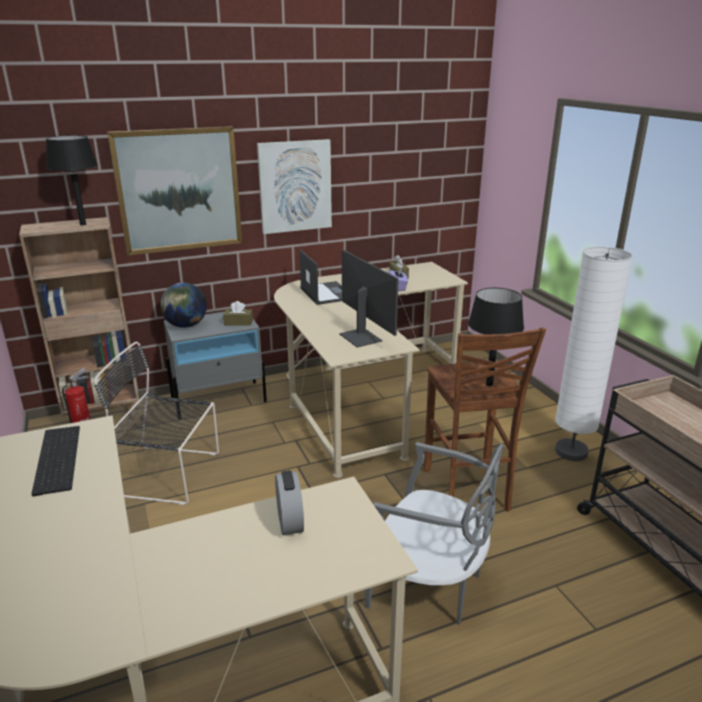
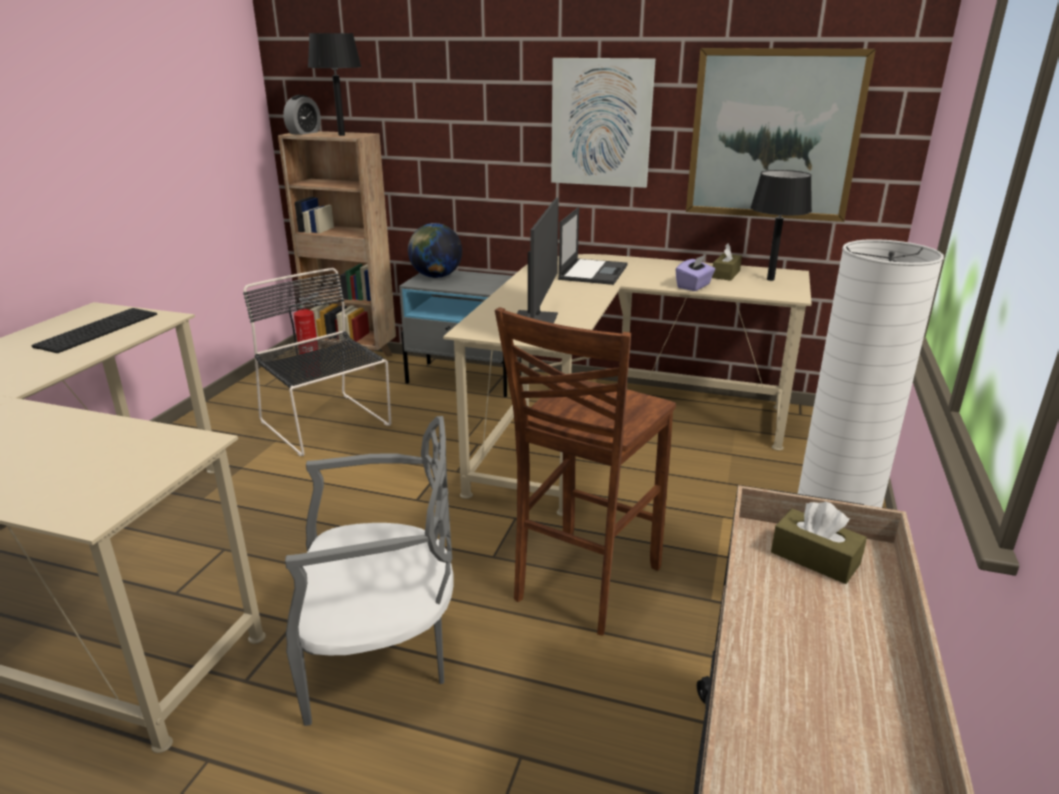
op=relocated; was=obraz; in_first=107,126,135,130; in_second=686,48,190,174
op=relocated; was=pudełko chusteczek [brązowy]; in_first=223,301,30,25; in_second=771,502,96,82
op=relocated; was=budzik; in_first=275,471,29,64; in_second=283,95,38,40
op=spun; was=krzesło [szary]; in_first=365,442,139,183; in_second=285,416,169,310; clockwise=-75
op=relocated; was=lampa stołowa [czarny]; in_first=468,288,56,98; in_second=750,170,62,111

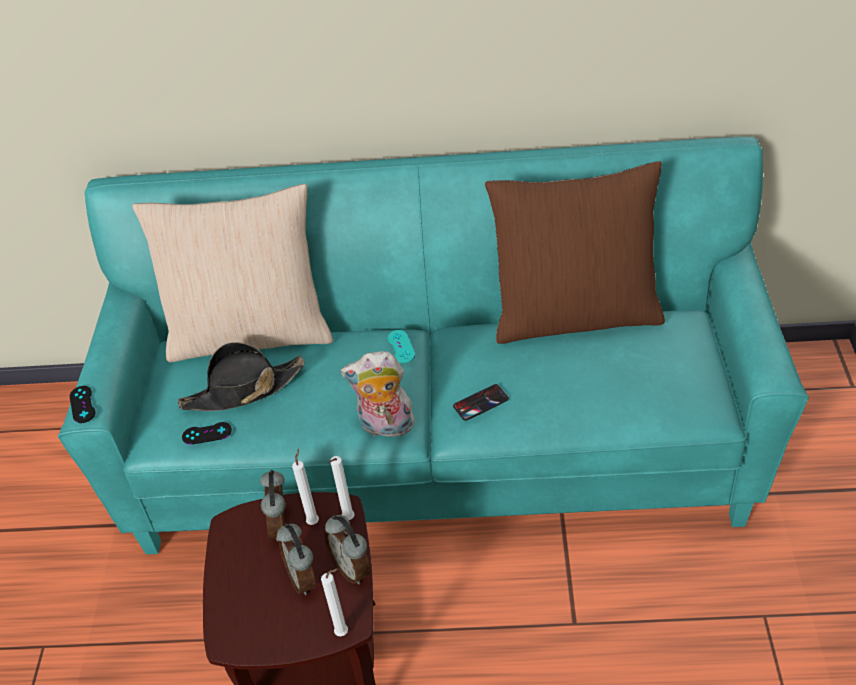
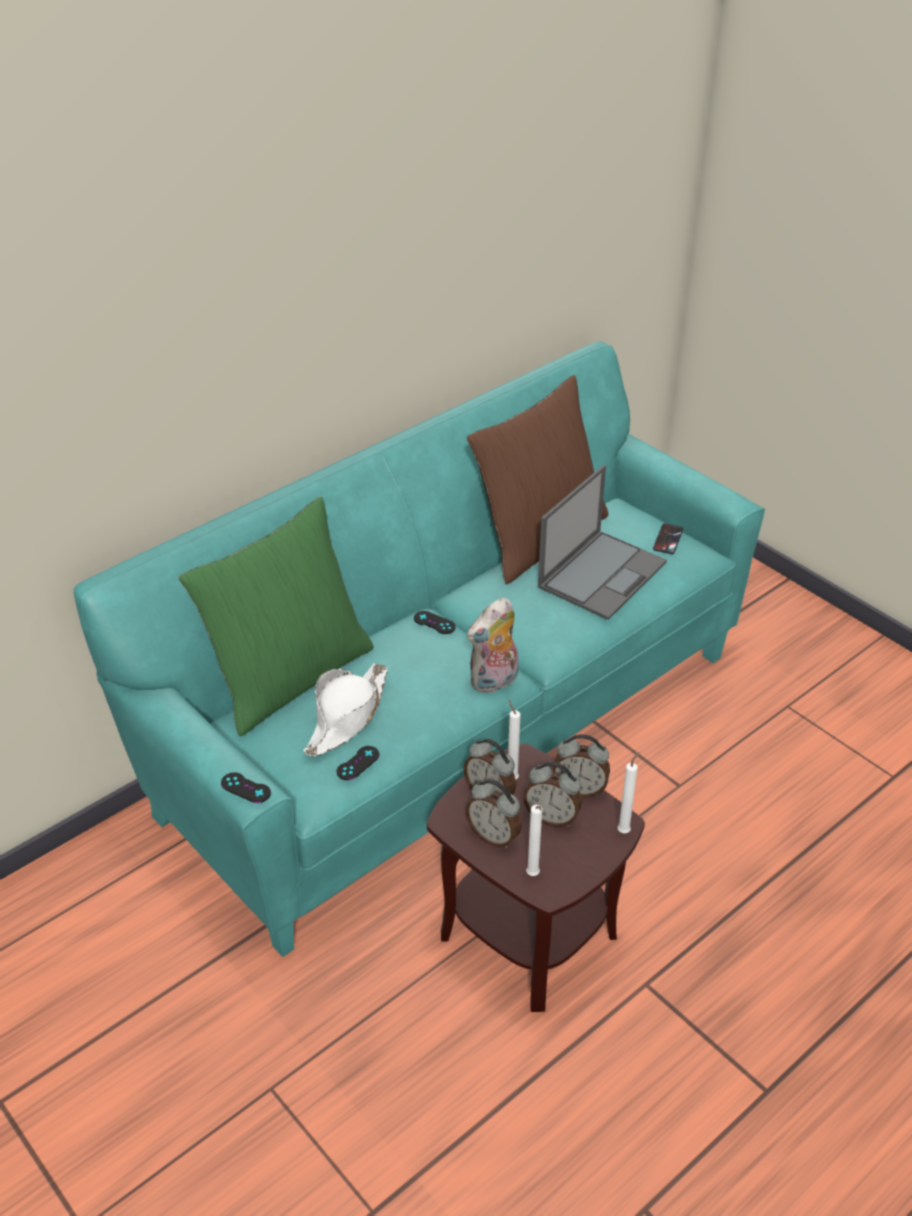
op=colour; was=poduszka [beżowy]; now=poduszka [zielony]; in_first=132,184,201,178; in_second=178,496,195,240
op=colour; was=kapelusz [czarny]; now=kapelusz [biały]; in_first=178,342,127,69; in_second=304,663,84,94
op=relocated; was=świeca [biały]; in_first=329,456,26,64; in_second=526,805,16,71
op=colour; was=pad do gier [turkusowy]; now=pad do gier [czarny]; in_first=388,330,27,33; in_second=414,611,42,23
op=relocated; was=telefon; in_first=453,384,56,37; in_second=653,523,31,31
op=appeared; now=budzik; in_second=466,780,56,68
op=appeared; now=laptop; in_second=538,465,129,155

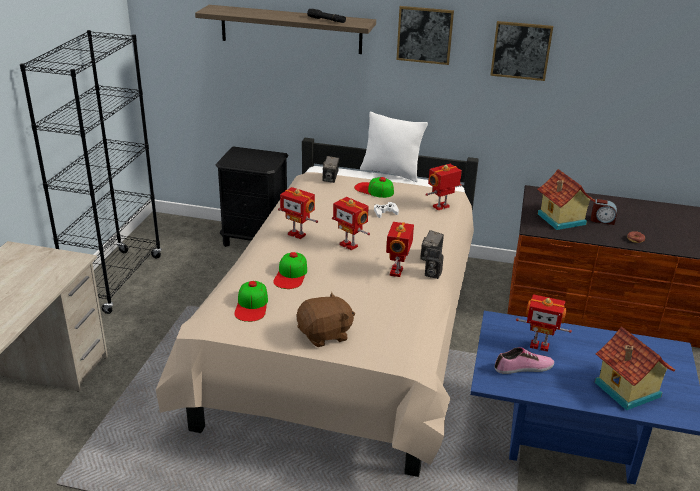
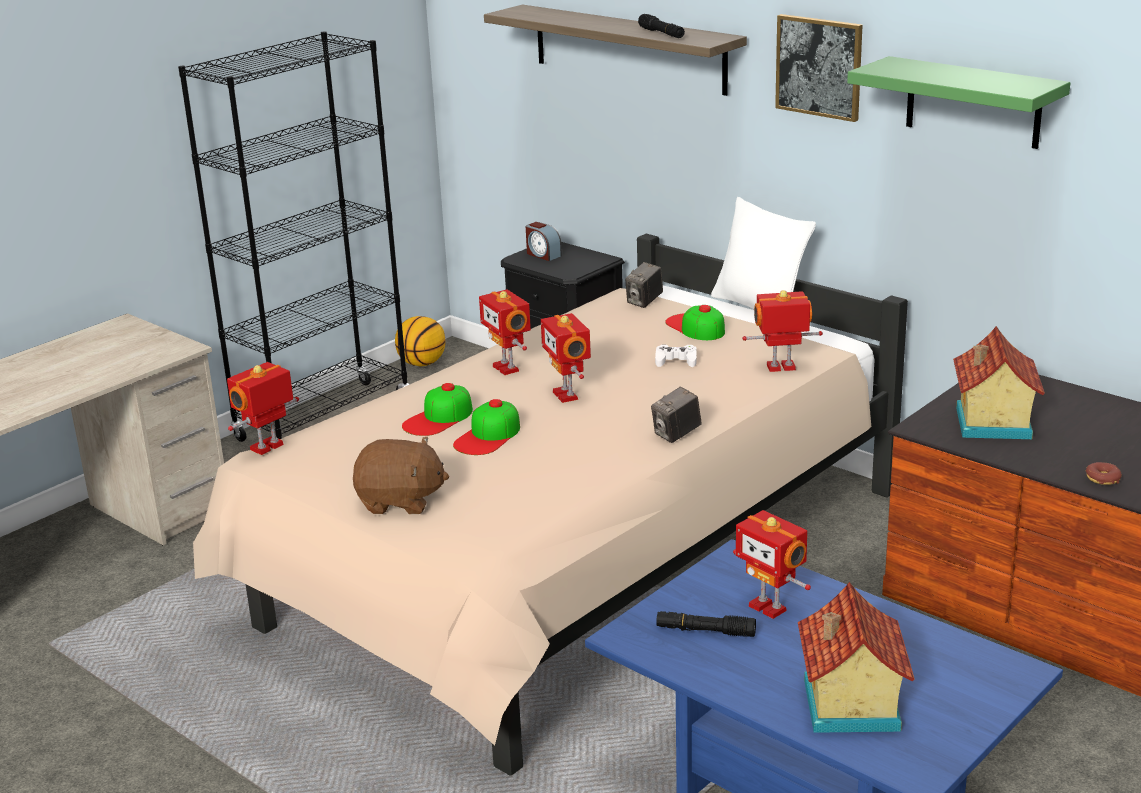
op=relocated; was=czapka z daszkiem; in_first=234,281,34,41; in_second=453,399,67,56
op=relocated; was=robot zabawkowy; in_first=386,222,28,55; in_second=227,362,72,93
op=missing; was=aparat fotograficzny; in_first=425,246,19,33
op=exchanged; was=obraz; now=półka [zielony]; in_first=490,21,63,60; in_second=847,56,223,93
op=exchanged; was=but; now=latarka [czarny]; in_first=495,347,59,27; in_second=656,611,100,26
op=relocated; was=budzik; in_first=591,199,26,26; in_second=526,222,36,39
op=appeared; now=piłka do koszykówki; in_second=395,316,50,51

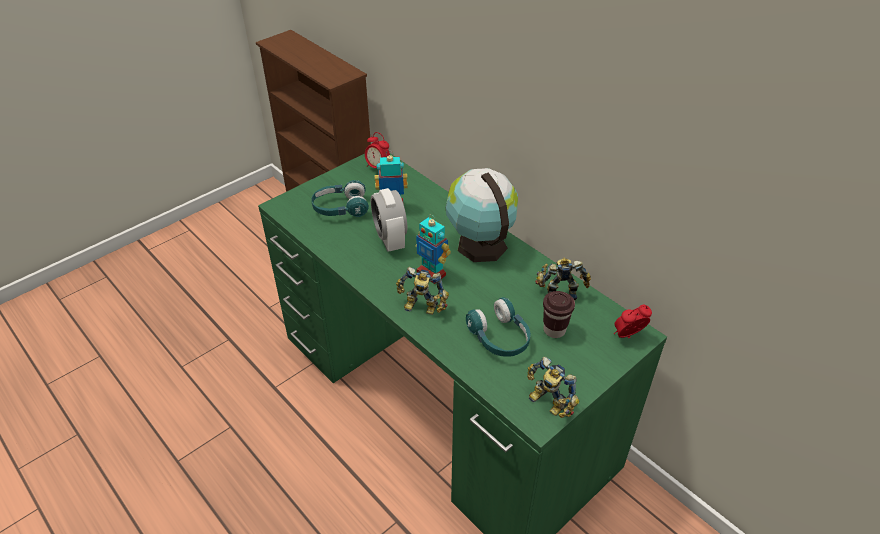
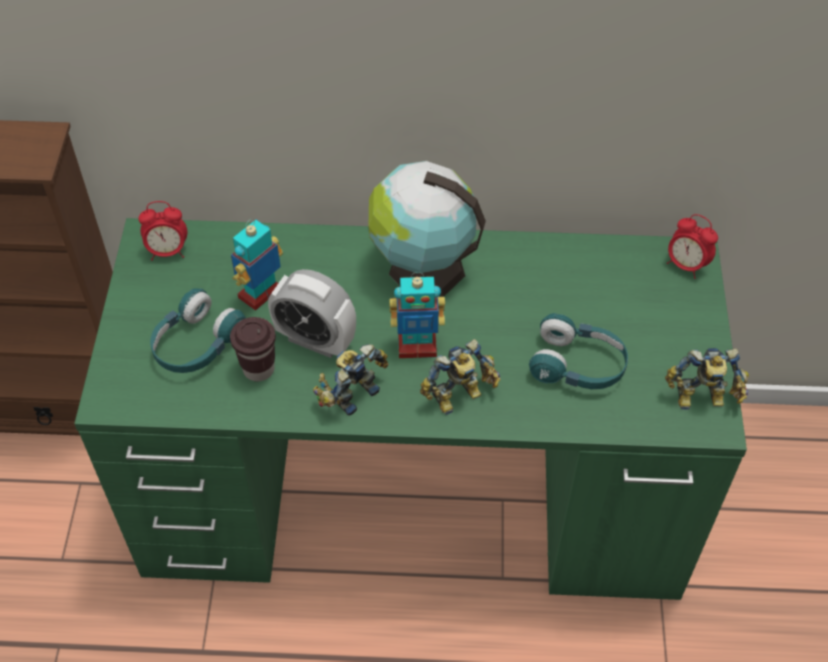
op=relocated; was=robot zabawkowy; in_first=535,258,56,42; in_second=313,344,75,71
op=relocated; was=filiżanka [brązowy]; in_first=543,291,32,47; in_second=230,317,46,64
op=spun; was=budzik; in_first=614,305,38,33; in_second=667,214,51,65; clockwise=-75

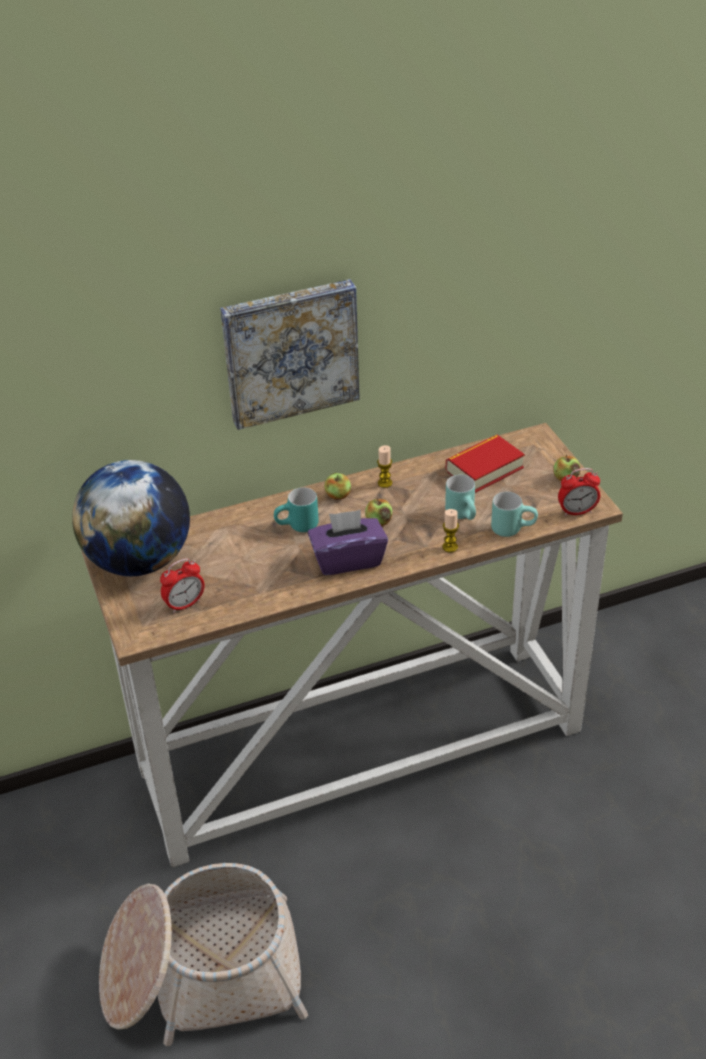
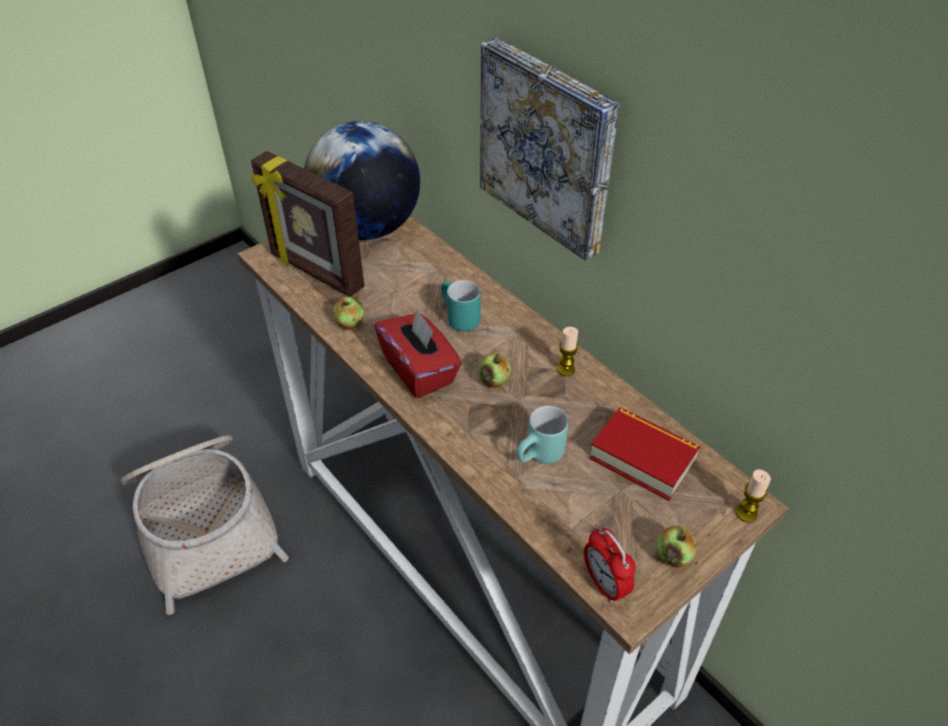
op=exchanged; was=budzik; now=ramka na zdjęcie; in_first=160,558,45,55; in_second=251,151,113,146
op=colour; was=pudełko chusteczek [fioletowy]; now=pudełko chusteczek [czerwony]; in_first=308,510,80,65; in_second=375,309,87,89
op=relocated; was=jabłko; in_first=324,473,27,27; in_second=333,297,31,32
op=relocated; was=świeca; in_first=442,509,17,43; in_second=736,469,35,54
op=missing; was=kubek [turkusowy]; in_first=491,492,47,45

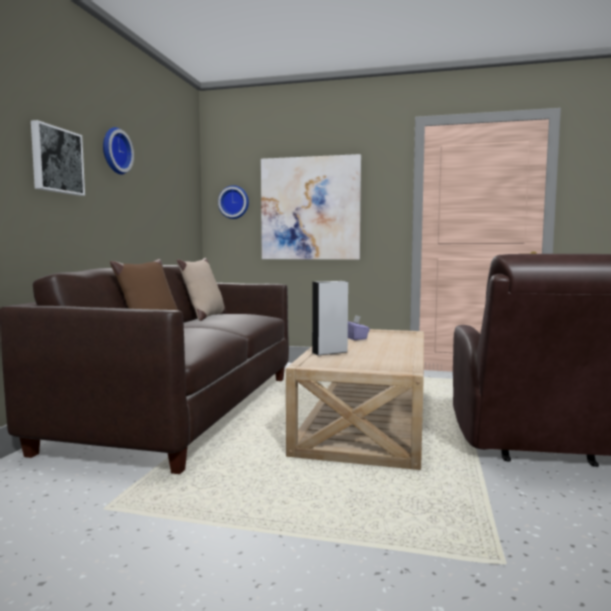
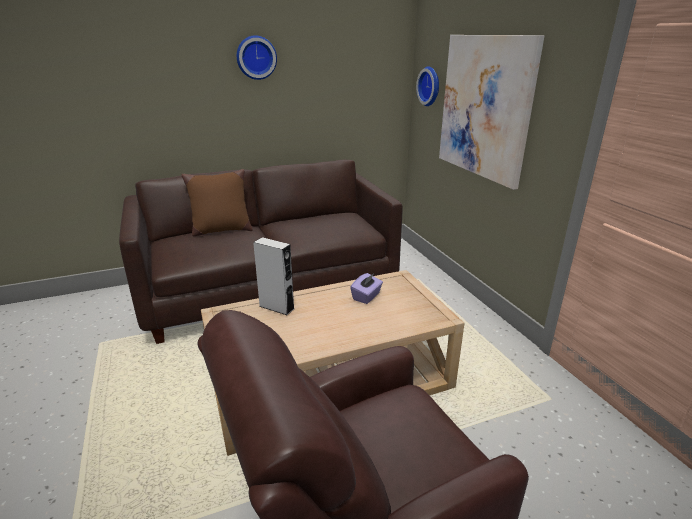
op=missing; was=obraz; in_first=31,120,54,76
op=missing; was=poduszka [beżowy]; in_first=177,258,49,63

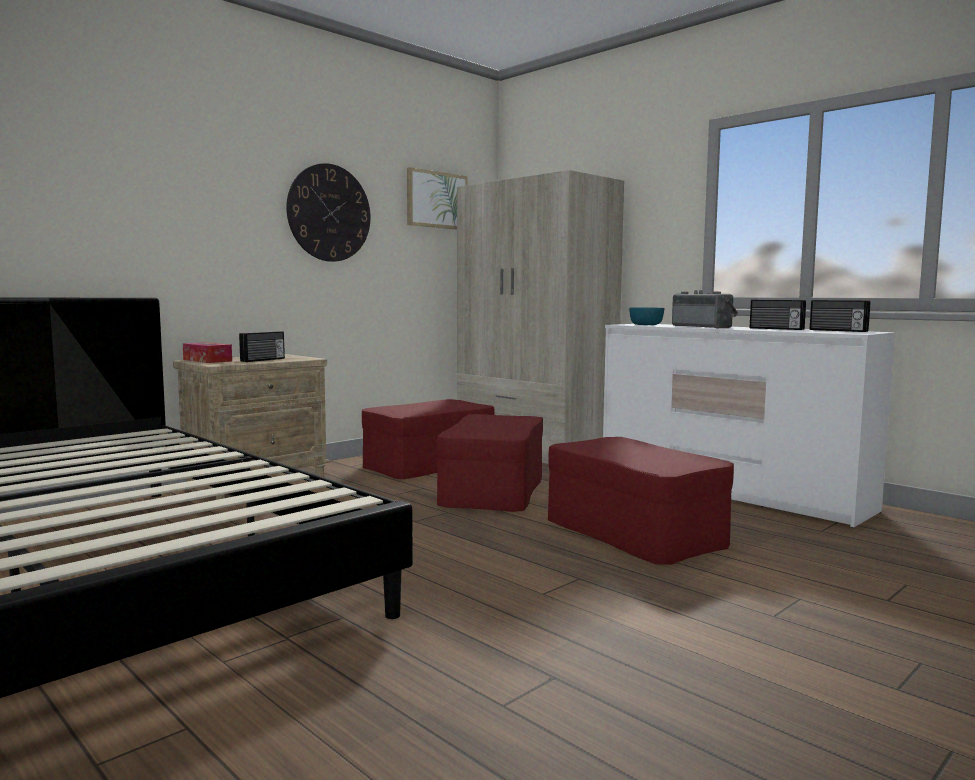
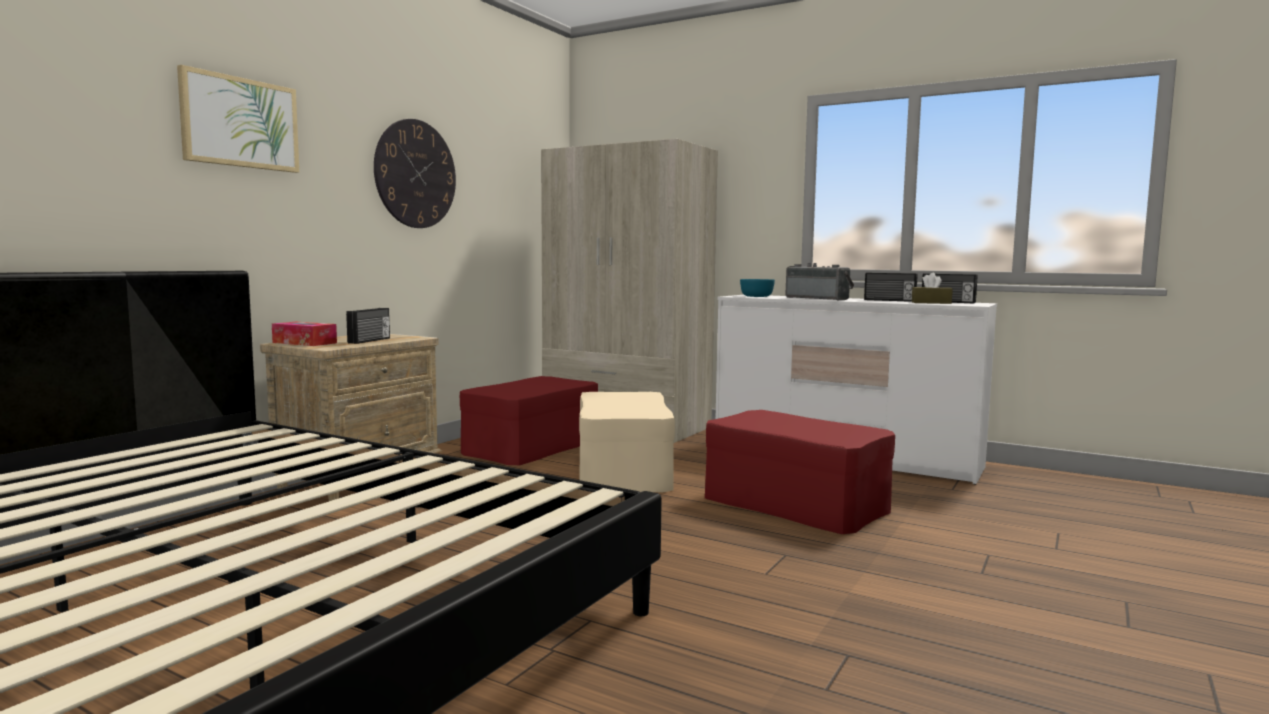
op=relocated; was=obraz; in_first=407,167,61,62; in_second=177,65,122,108
op=colour; was=pufa [czerwony]; now=pufa [beżowy]; in_first=437,414,106,98; in_second=579,392,96,100
op=appeared; now=pudełko chusteczek [brązowy]; in_second=912,273,41,31

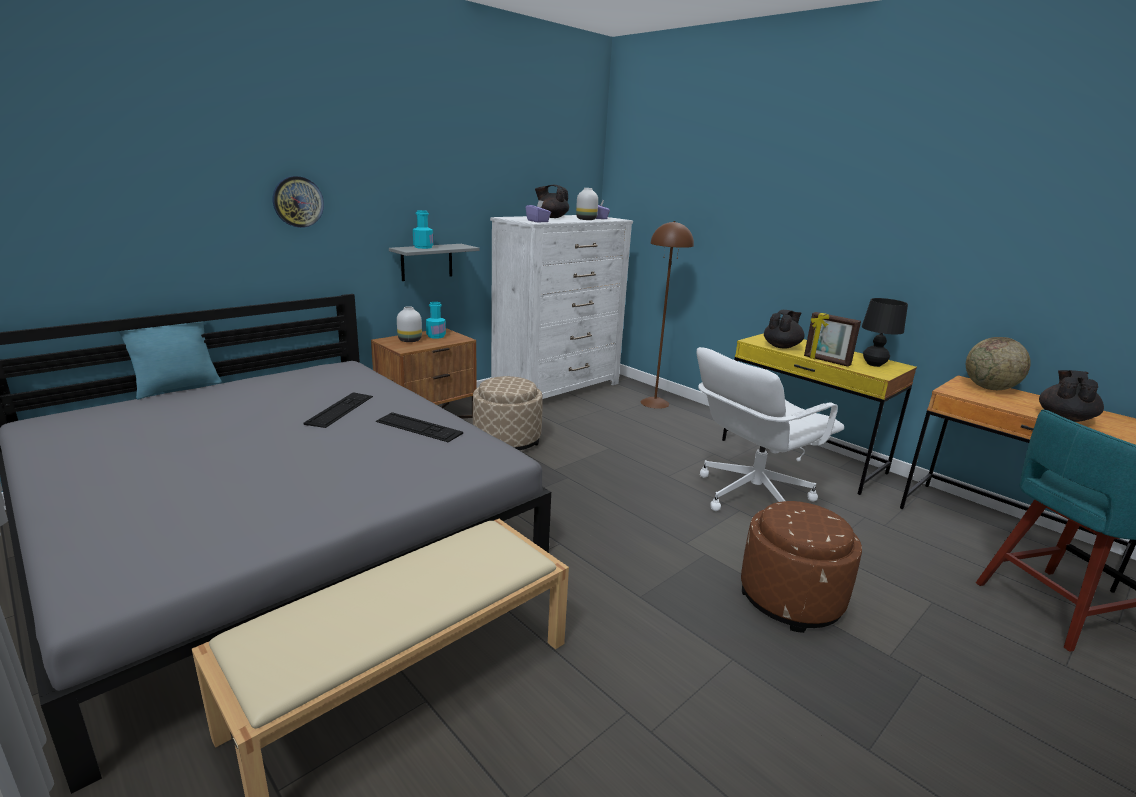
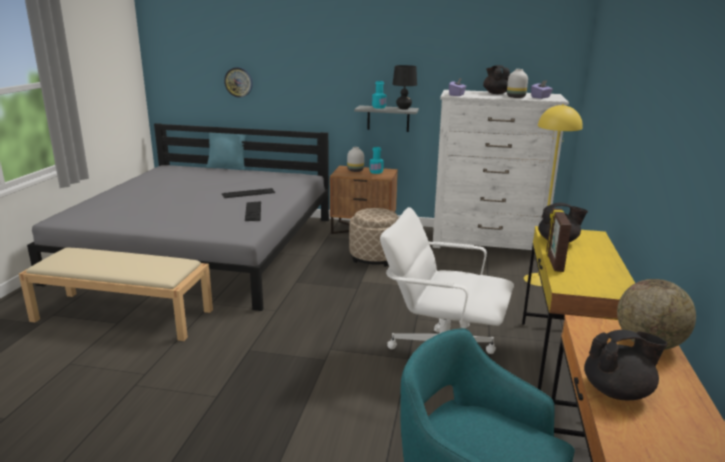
op=relocated; was=zegar ścienny; in_first=273,176,51,52; in_second=224,67,29,31
op=colour; was=lampa stojąca [brązowy]; now=lampa stojąca [żółty]; in_first=641,221,53,188; in_second=524,104,59,182
op=missing; was=pufa [brązowy]; in_first=741,501,121,132
op=relocated; was=lampa stołowa [czarny]; in_first=862,298,46,69; in_second=392,65,25,44

